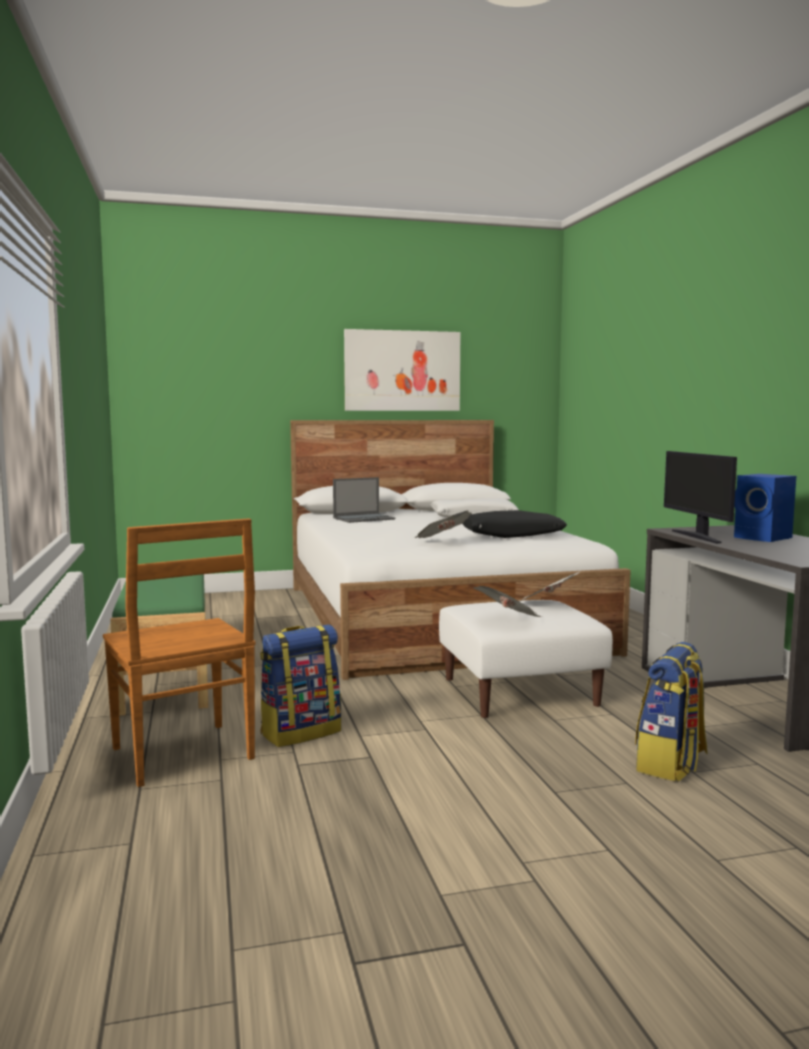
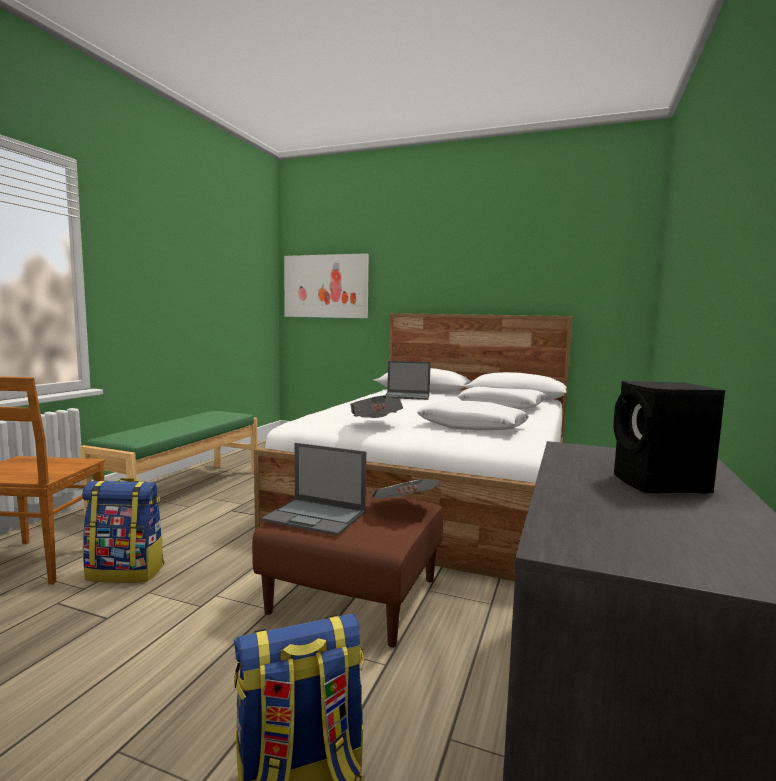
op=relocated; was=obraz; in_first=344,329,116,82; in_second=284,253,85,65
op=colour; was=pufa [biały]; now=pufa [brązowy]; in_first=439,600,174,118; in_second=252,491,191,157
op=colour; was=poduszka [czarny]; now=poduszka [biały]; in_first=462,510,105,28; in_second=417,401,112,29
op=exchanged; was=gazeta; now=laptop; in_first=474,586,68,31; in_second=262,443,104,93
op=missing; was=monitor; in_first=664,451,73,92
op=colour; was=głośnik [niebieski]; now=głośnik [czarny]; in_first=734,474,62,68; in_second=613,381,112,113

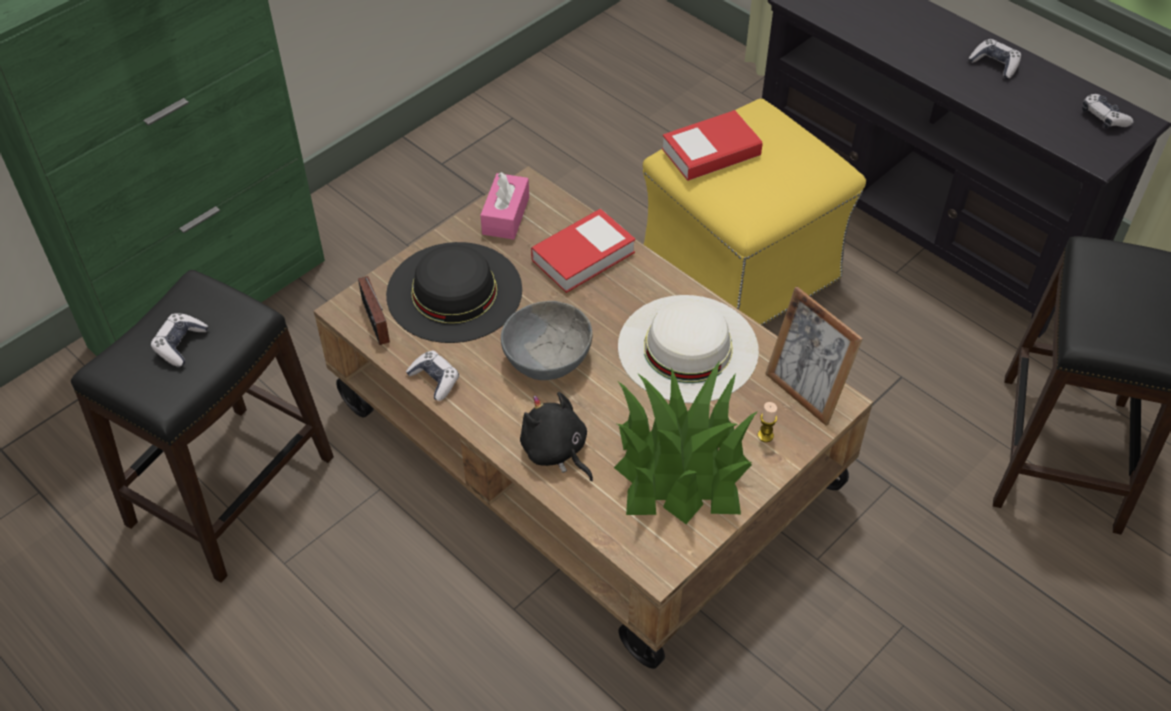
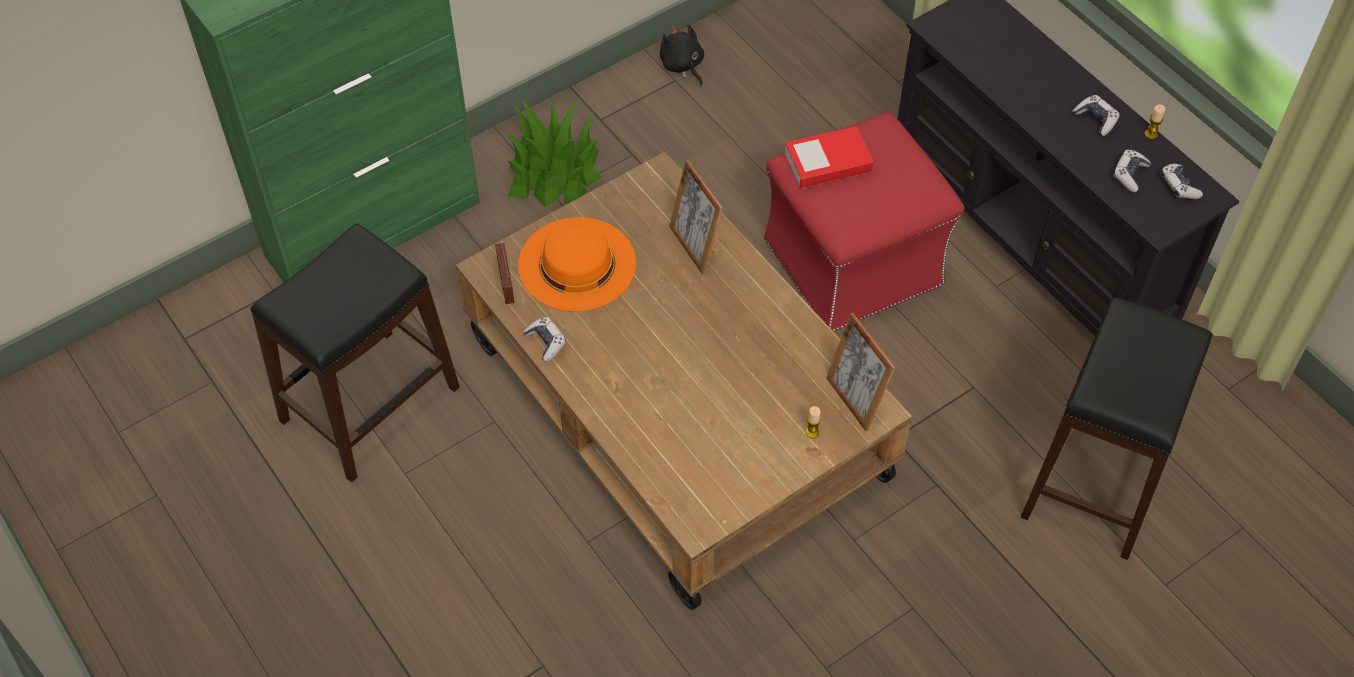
op=relocated; was=pad do gier; in_first=151,313,57,54; in_second=1113,150,38,42
op=colour; was=kapelusz [czarny]; now=kapelusz [pomarańczowy]; in_first=386,242,136,101; in_second=518,217,118,95
op=missing; was=pudełko chusteczek [różowy]; in_first=480,172,49,67
op=missing; was=miska [szary]; in_first=501,301,91,79
op=relocated; was=pluszak [czarny]; in_first=520,392,73,89; in_second=660,24,44,61
op=exchanged; was=książka; now=ramka na zdjęcie; in_first=531,209,105,84; in_second=669,159,54,115
op=relocated; was=roślina doniczkowa; in_first=614,361,144,163; in_second=504,100,98,107
op=missing; was=kapelusz [biały]; in_first=618,295,141,108
op=colour; was=pufa [żółty]; now=pufa [czerwony]; in_first=643,98,223,228; in_second=764,112,200,220
op=appeared; now=świeca; in_second=1145,105,20,34

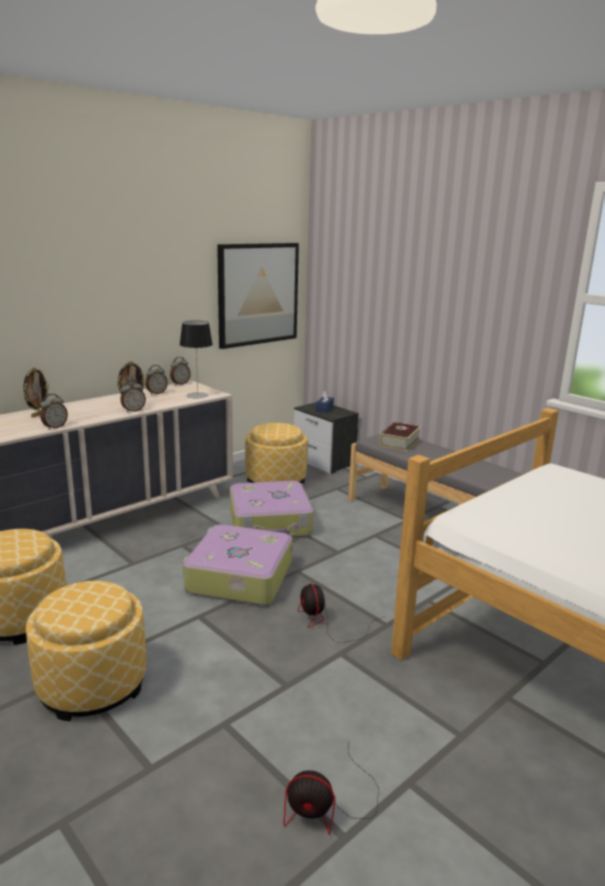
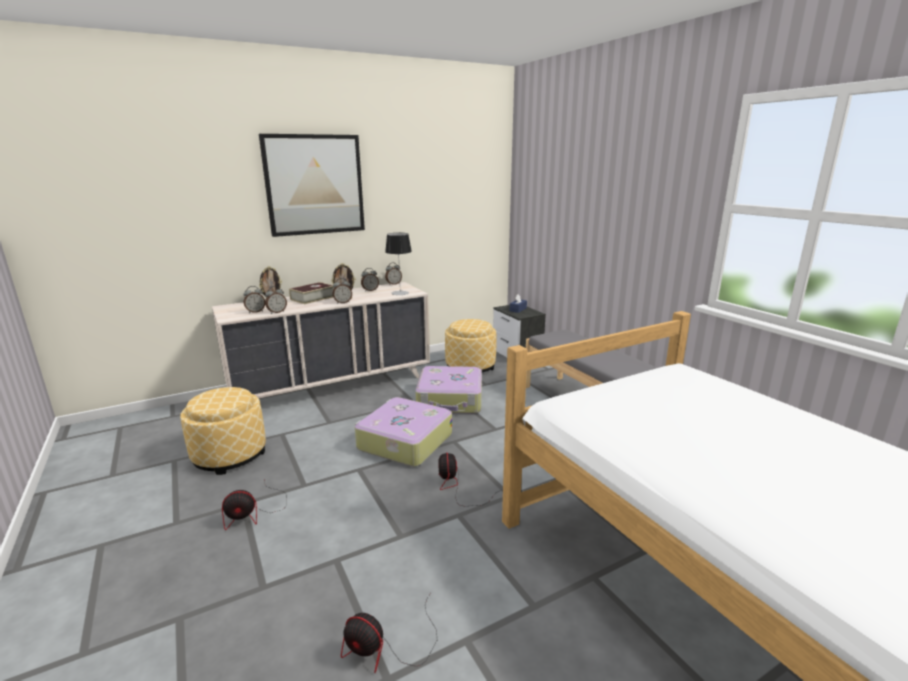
op=exchanged; was=pufa; now=wentylator; in_first=26,581,120,140; in_second=222,481,65,49
op=relocated; was=obraz; in_first=217,243,82,106; in_second=259,134,106,103
op=relocated; was=książka; in_first=379,422,42,30; in_second=289,282,45,22
op=appeared; now=budzik; in_second=243,286,22,27

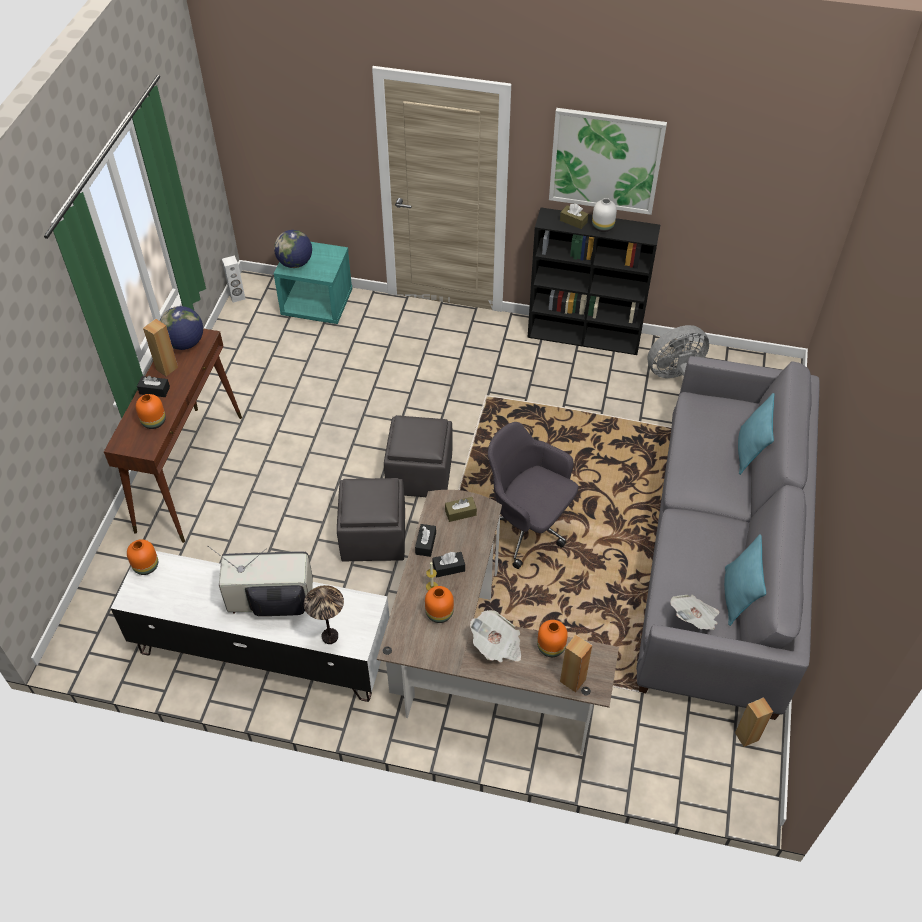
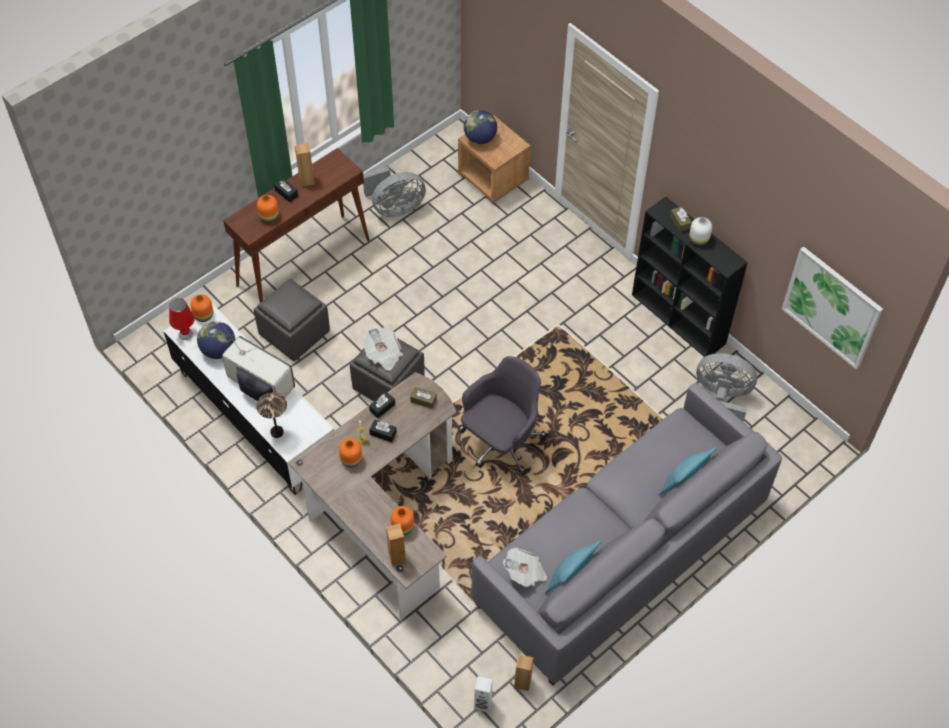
op=relocated; was=globus; in_first=160,306,43,44; in_second=197,321,38,38
op=relocated; was=głośnik [biały]; in_first=222,256,23,47; in_second=474,676,18,37
op=colour; was=szafka nocna [turkusowy]; now=szafka nocna [brązowy]; in_first=274,242,78,82; in_second=458,115,73,88
op=relocated; was=pufa [szary]; in_first=384,415,69,82; in_second=254,278,76,83
op=relocated; was=gazeta; in_first=470,610,51,53; in_second=363,327,40,44
op=spun; was=krzesło biurowe [szary]; in_first=488,422,90,147; in_second=458,356,90,120; clockwise=60
op=relocated; was=obraz; in_first=549,108,118,107; in_second=782,246,101,123
op=appeared; now=lampa stołowa [czerwony]; in_second=169,298,26,42
op=appeared; now=wentylator [szary]; in_second=363,167,63,50

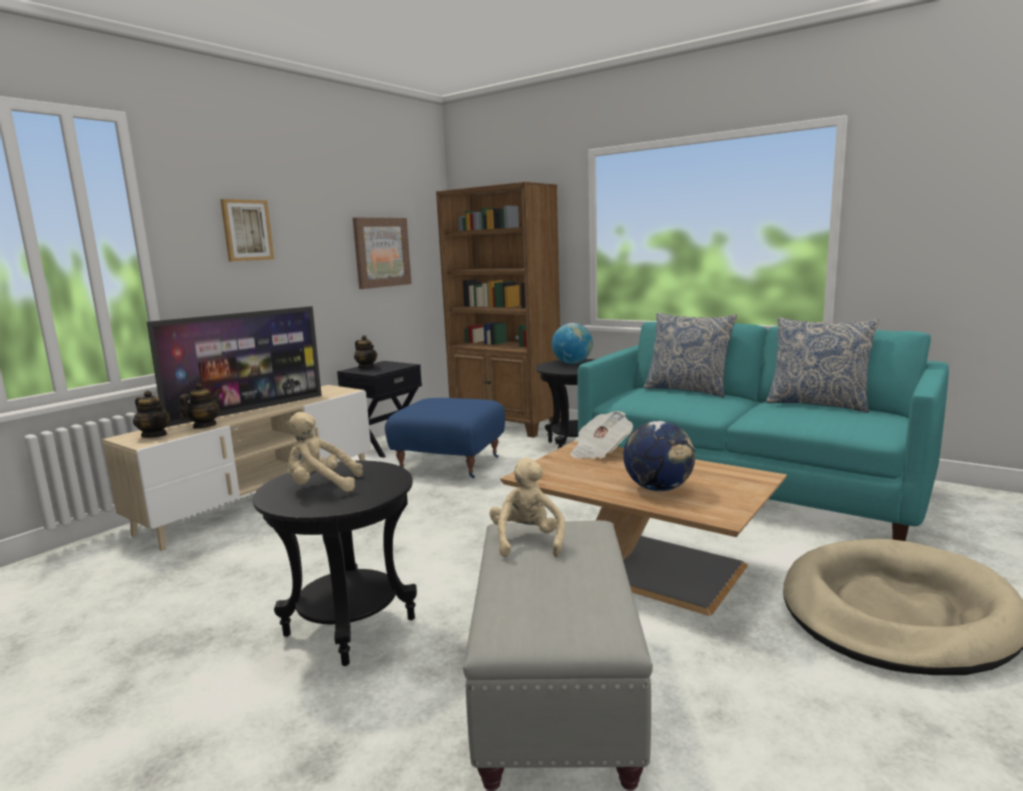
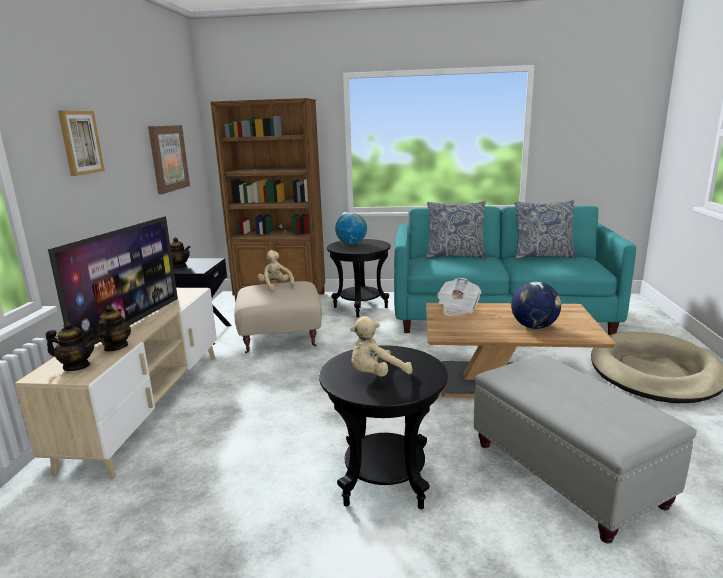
op=colour; was=pufa [niebieski]; now=pufa [beżowy]; in_first=385,398,120,80; in_second=234,281,88,73
op=relocated; was=pluszak [beżowy]; in_first=490,458,75,99; in_second=258,250,36,42

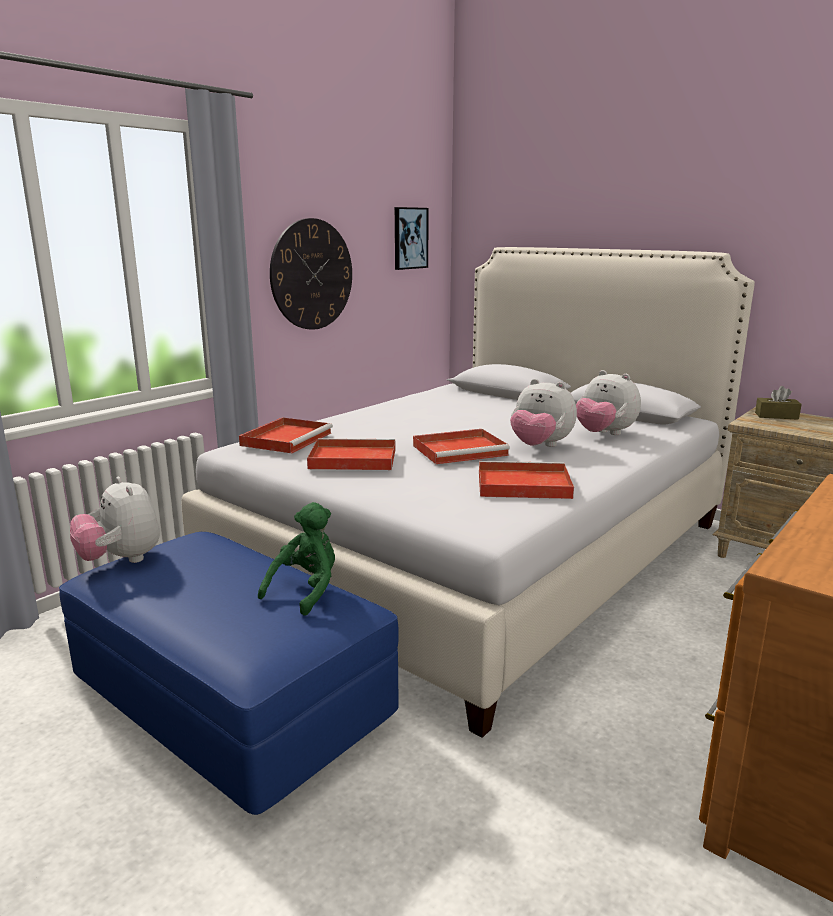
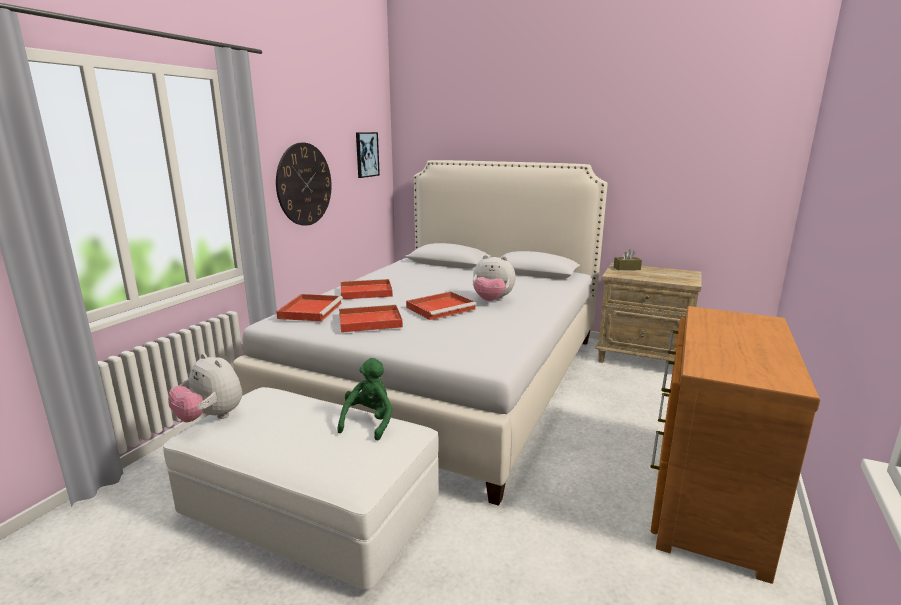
op=colour; was=pufa [niebieski]; now=pufa [biały]; in_first=59,532,340,283; in_second=163,387,276,203
op=relocated; was=taca [czerwony]; in_first=479,461,95,38; in_second=341,279,52,21
op=missing; was=pluszak; in_first=576,370,65,65

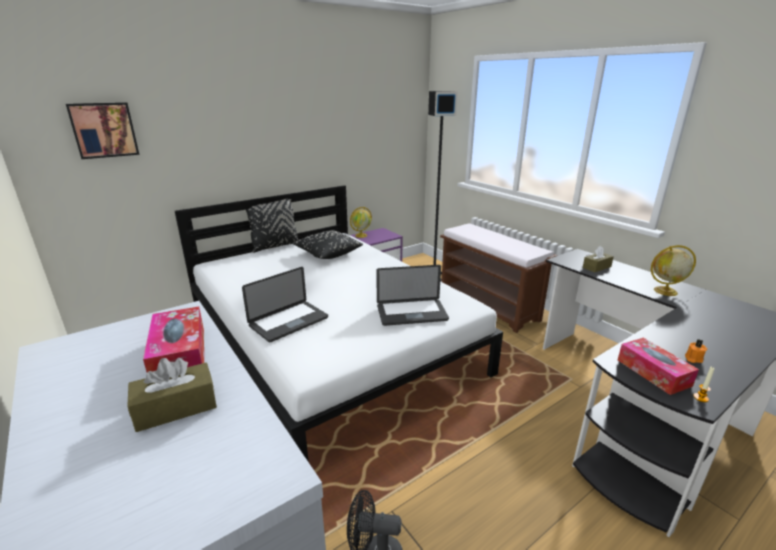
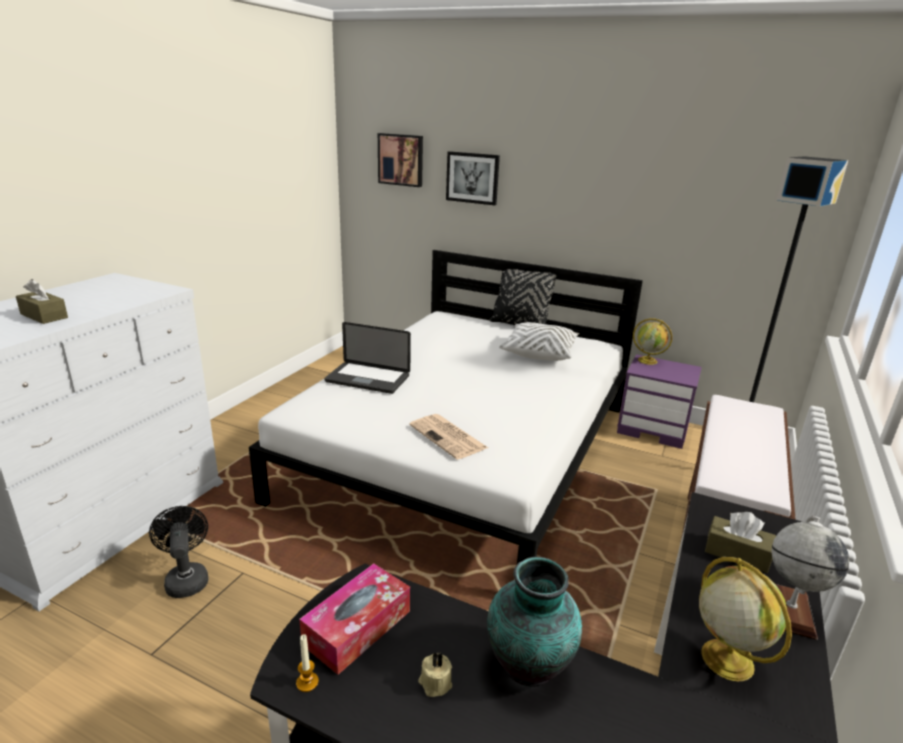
op=missing; was=pudełko chusteczek; in_first=143,307,61,65
op=colour; was=poduszka [czarny]; now=poduszka [biały]; in_first=292,230,71,29; in_second=499,322,80,39
op=exchanged; was=laptop; now=gazeta; in_first=376,265,73,61; in_second=409,414,79,46
op=colour; was=świeca [pomarańczowy]; now=świeca [beżowy]; in_first=685,340,22,23; in_second=418,652,34,45
op=appeared; now=obraz; in_second=446,151,54,54
op=appeared; now=wazon; in_second=487,557,95,130
op=appeared; now=globus; in_second=772,516,77,124

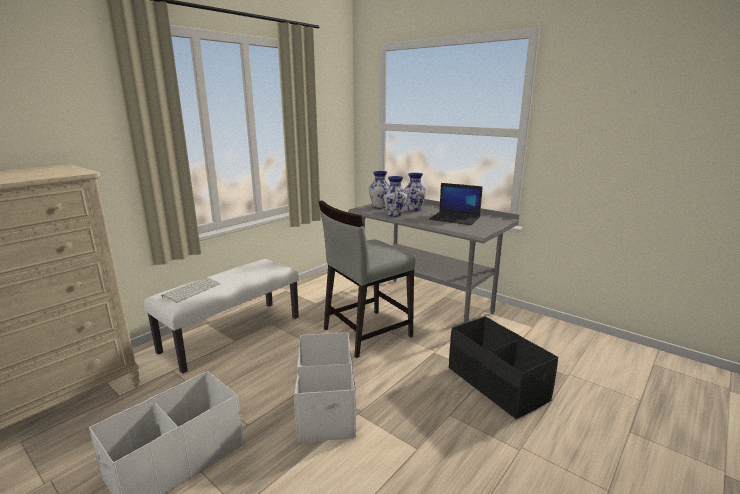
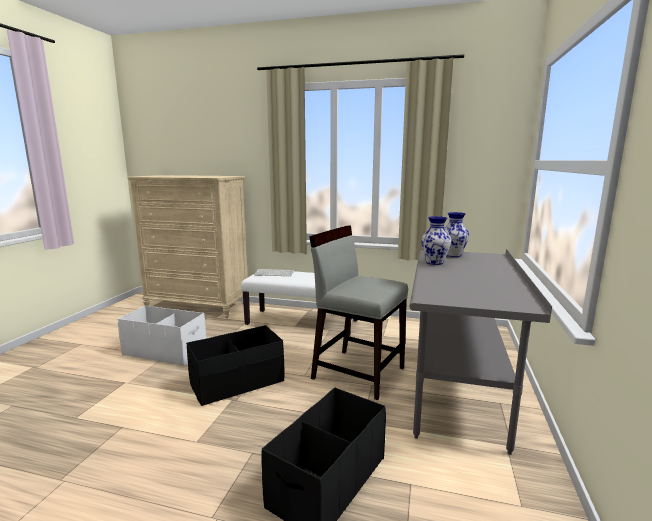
op=colour; was=pojemnik do przechowywania [biały]; now=pojemnik do przechowywania [czarny]; in_first=294,332,62,110; in_second=186,325,99,81
op=missing; was=wazon; in_first=404,173,23,38
op=missing; was=laptop; in_first=429,183,54,42

